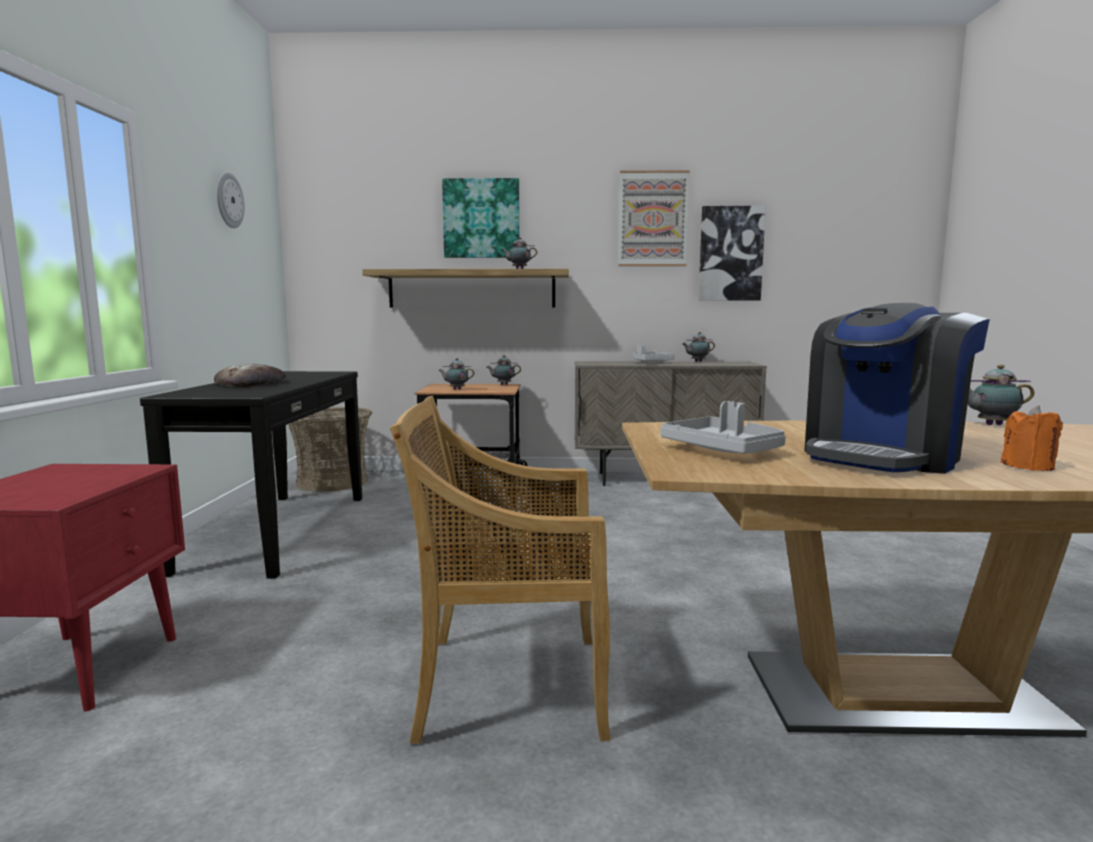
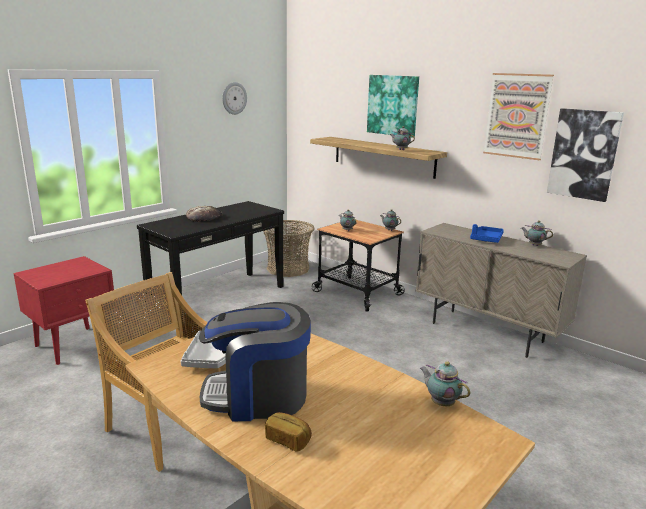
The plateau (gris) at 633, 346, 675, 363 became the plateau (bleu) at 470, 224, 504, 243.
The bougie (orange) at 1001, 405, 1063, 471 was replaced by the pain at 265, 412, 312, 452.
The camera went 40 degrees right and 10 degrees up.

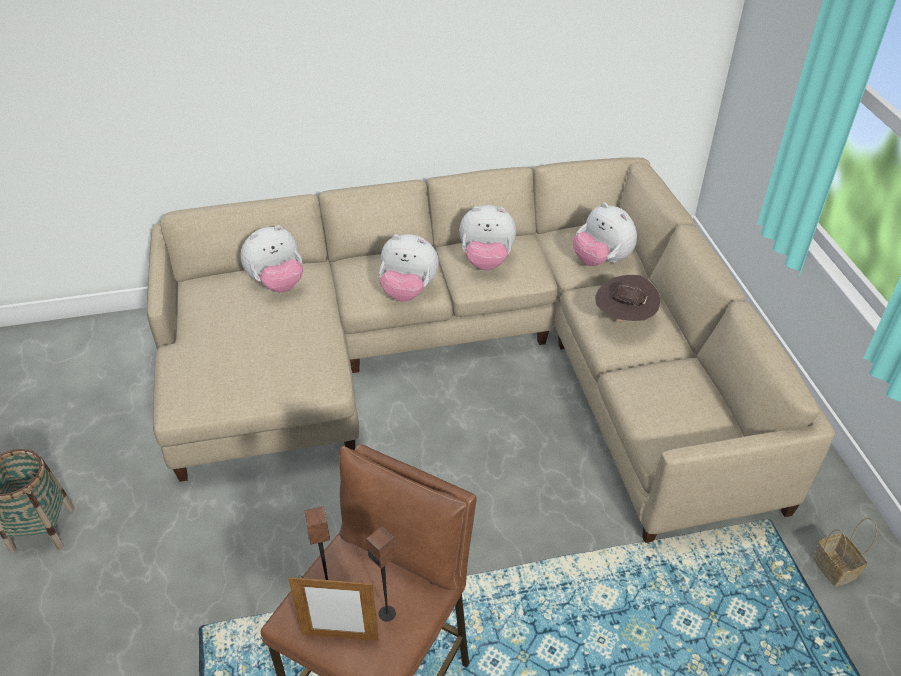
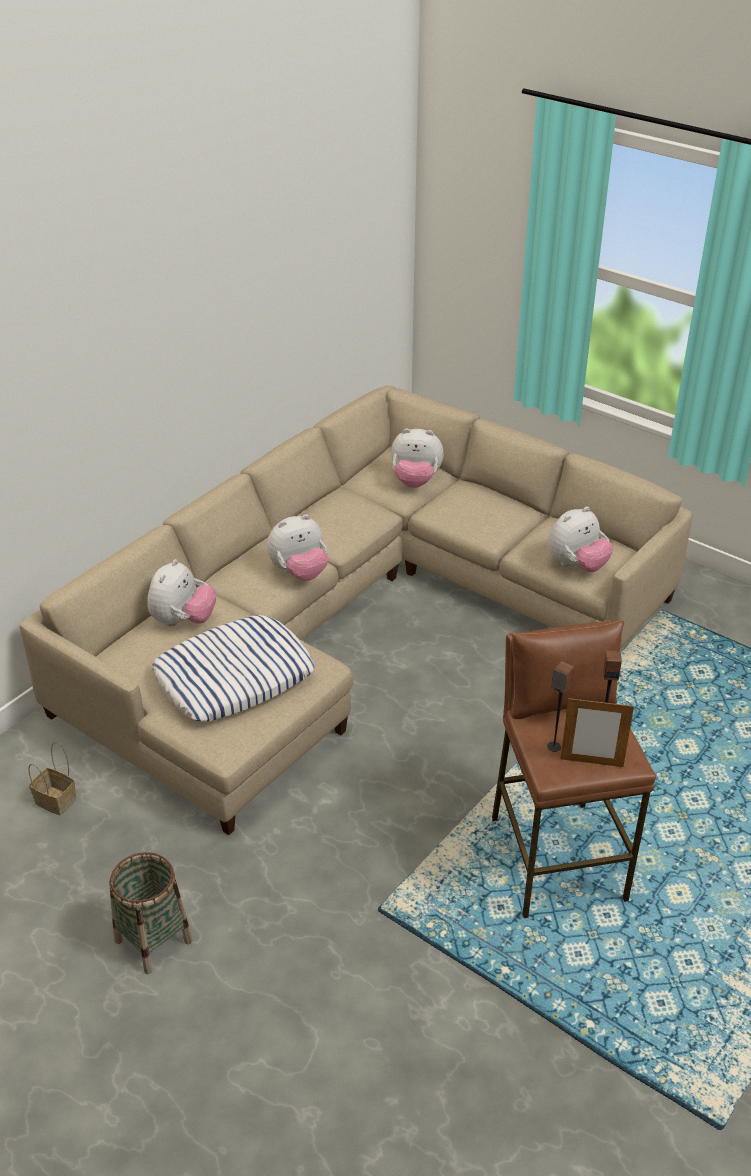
The peluche moved from 459, 205, 516, 270 to 548, 507, 613, 572.
The chapeau (marron) at 595, 275, 660, 322 disappeared.
The panier moved from 813, 518, 877, 587 to 28, 742, 77, 815.
The cadre photo at 288, 576, 379, 641 turned 45 degrees clockwise.
The coussin at 152, 615, 315, 722 appeared.
The camera went 40 degrees left and 5 degrees down.

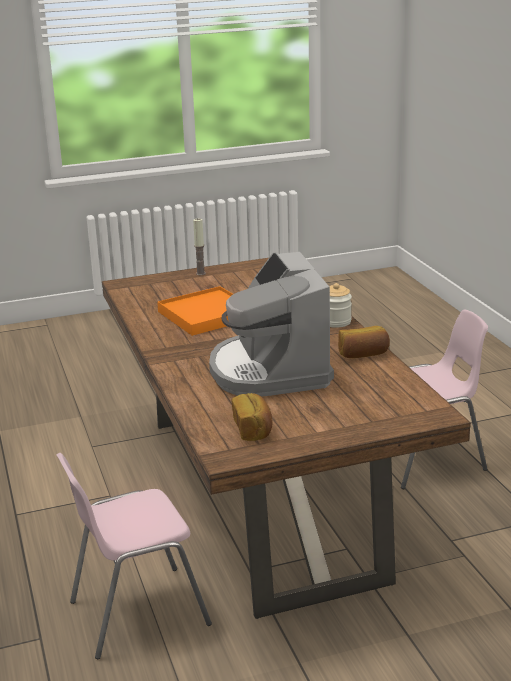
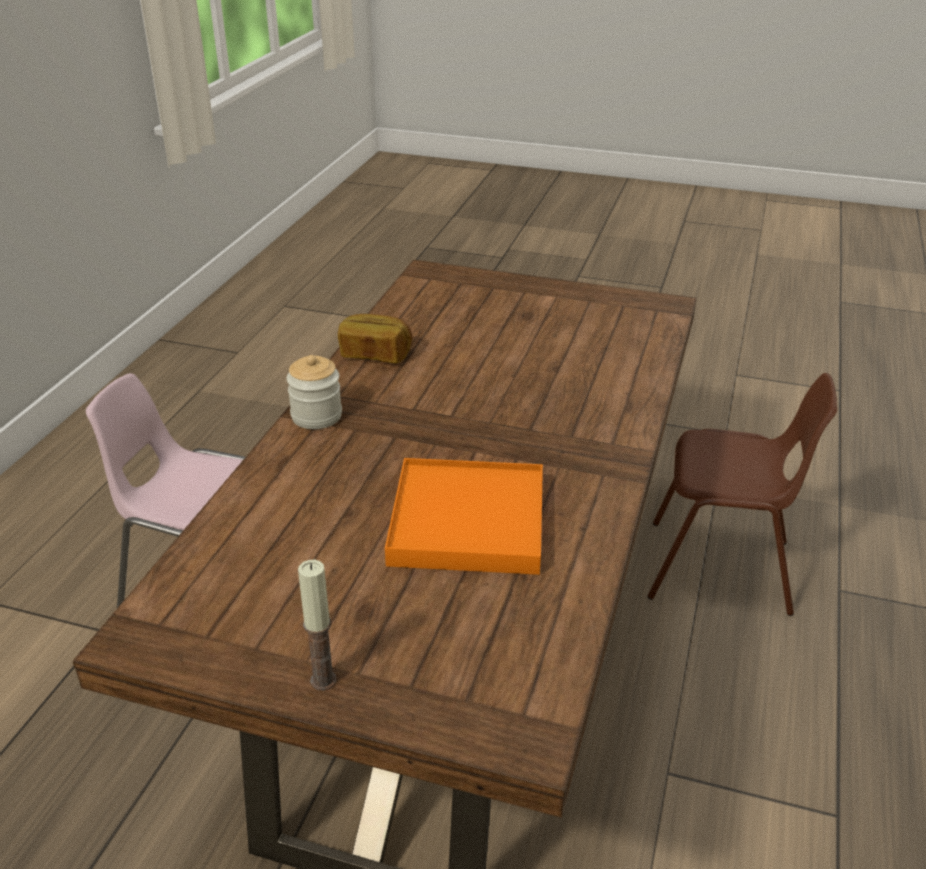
The machine à café at 209, 252, 334, 397 disappeared.
The pain at 232, 393, 273, 441 disappeared.
The chaise (rose) at 56, 453, 212, 659 became the chaise (marron) at 648, 373, 837, 616.
The camera went 145 degrees left and 10 degrees up.

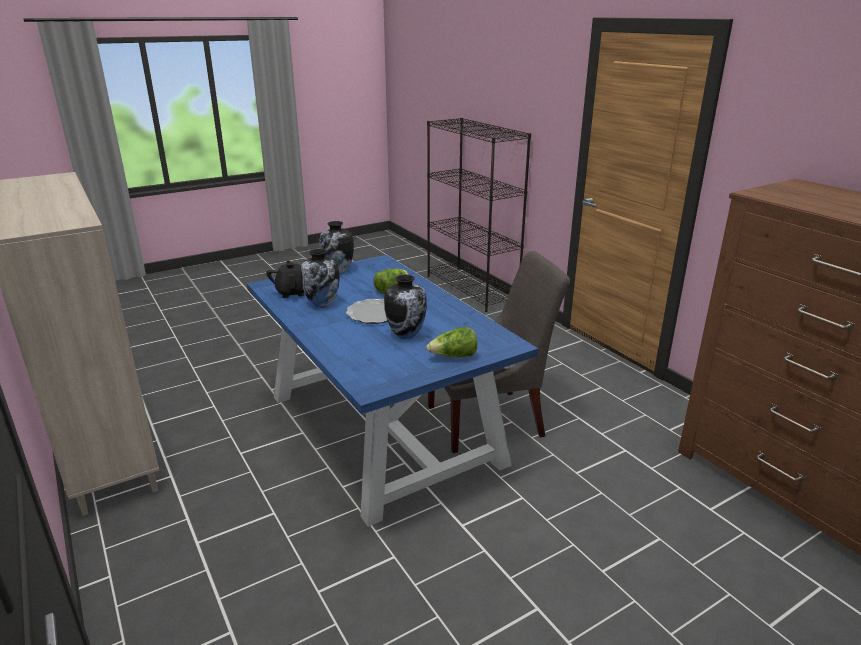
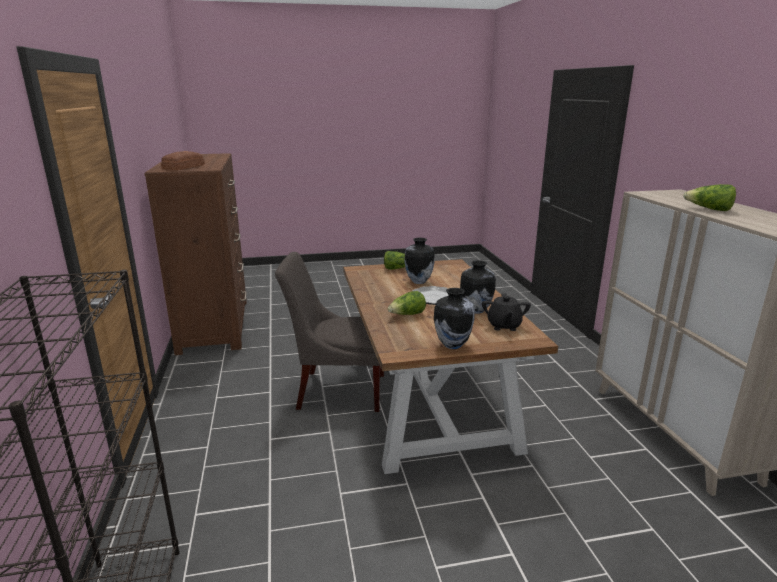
The table à manger (bleu) at 247, 255, 538, 527 became the table à manger (marron) at 343, 259, 558, 474.
The pain at 161, 151, 205, 170 appeared.
The laitue at 683, 184, 736, 211 appeared.
The camera went 160 degrees left and 5 degrees down.

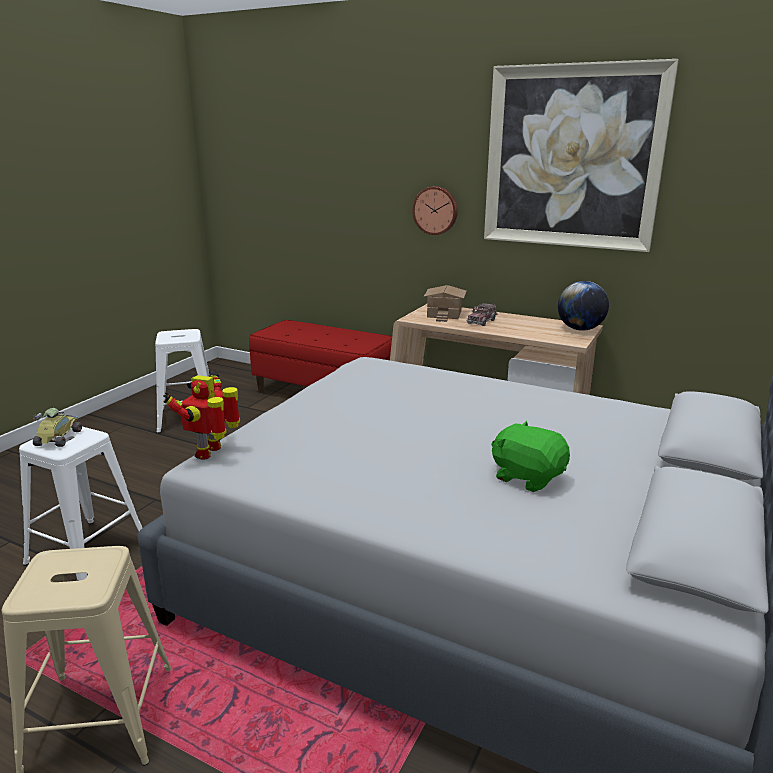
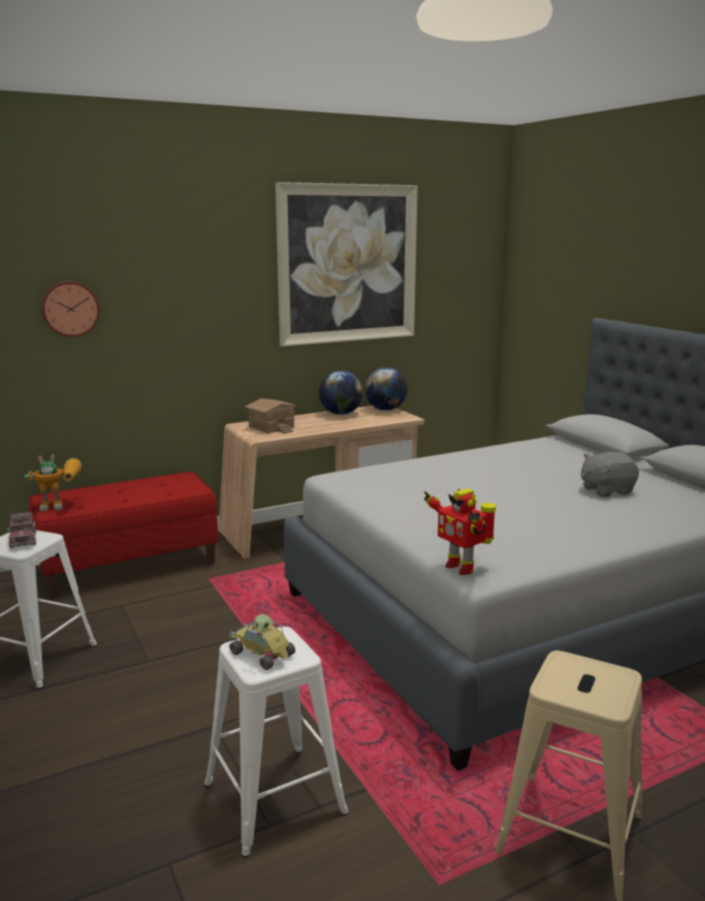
The horloge murale moved from 412, 186, 458, 235 to 41, 281, 100, 337.
The camion jouet moved from 466, 302, 498, 326 to 7, 511, 36, 548.
The peluche (vert) at 491, 421, 570, 492 became the peluche (gris) at 581, 452, 639, 497.
The globe at 319, 370, 363, 415 appeared.
The robot jouet at 24, 455, 82, 512 appeared.
The camera went 55 degrees left and 5 degrees down.

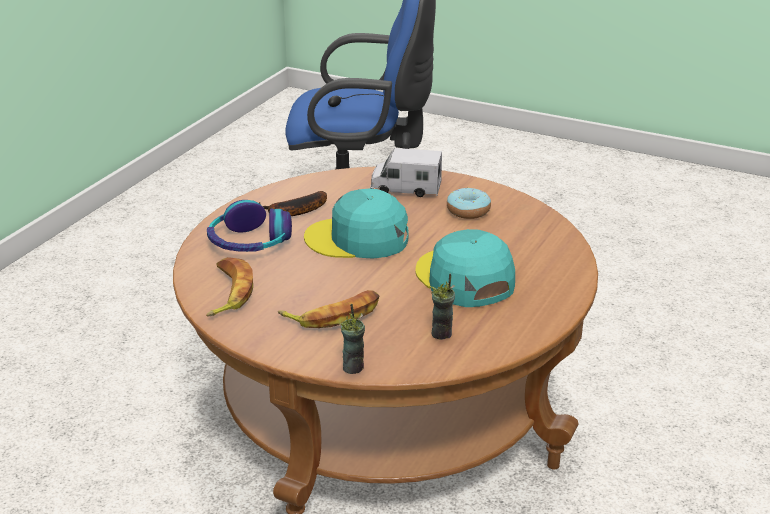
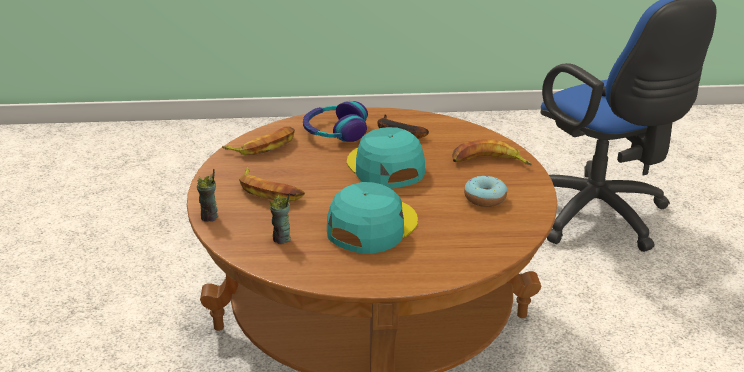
The camion jouet at 370, 148, 442, 197 was replaced by the banane at 452, 139, 531, 165.
The camera went 60 degrees right and 0 degrees up.

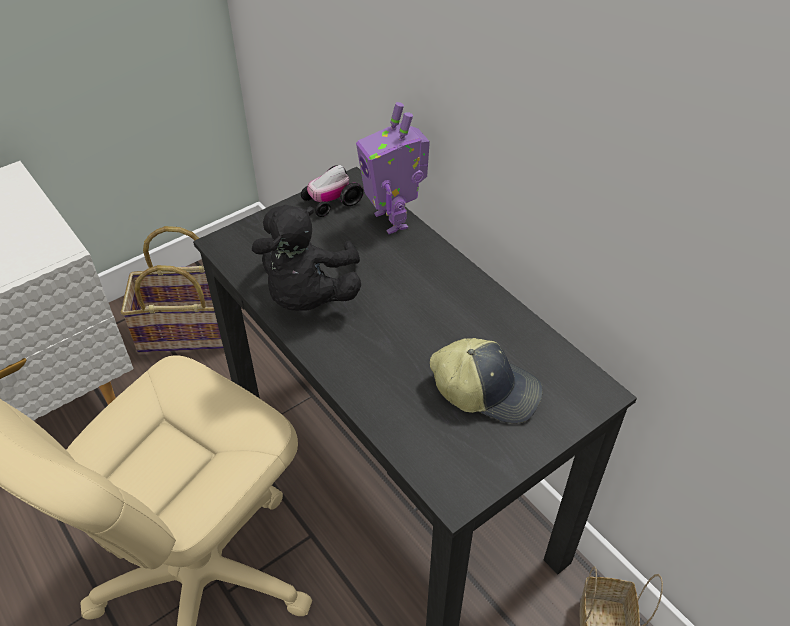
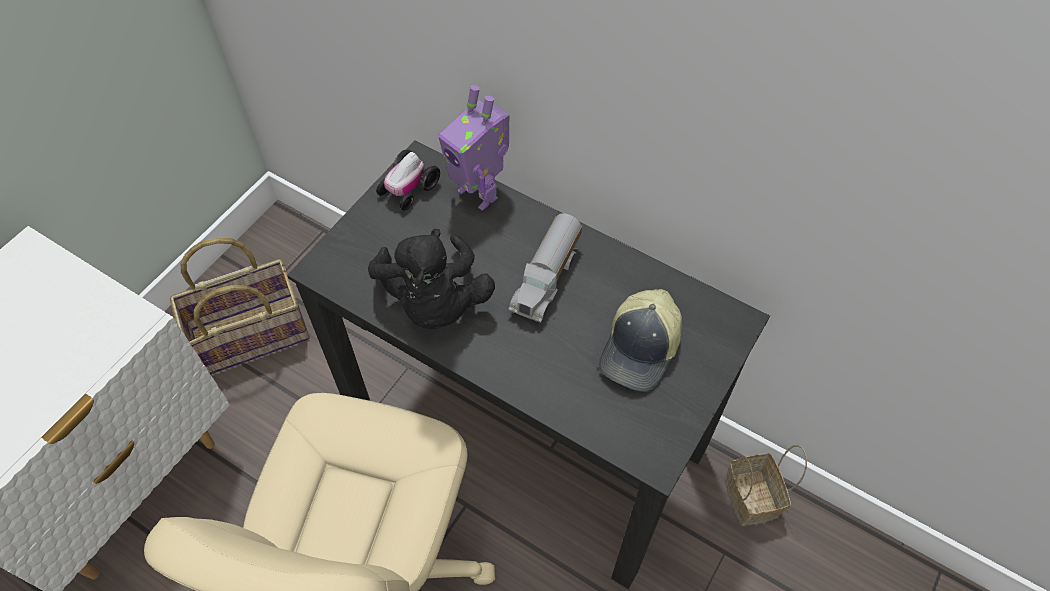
The casquette at 430, 338, 543, 424 turned 120 degrees clockwise.
The camion jouet at 508, 213, 582, 323 appeared.
The camera went 20 degrees left and 10 degrees up.

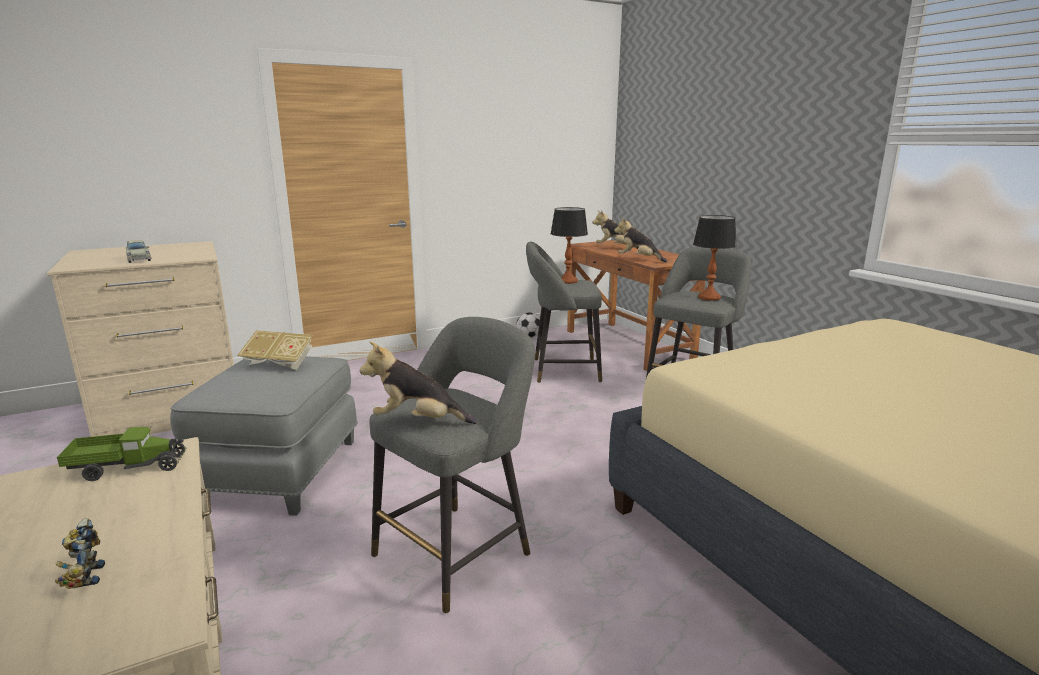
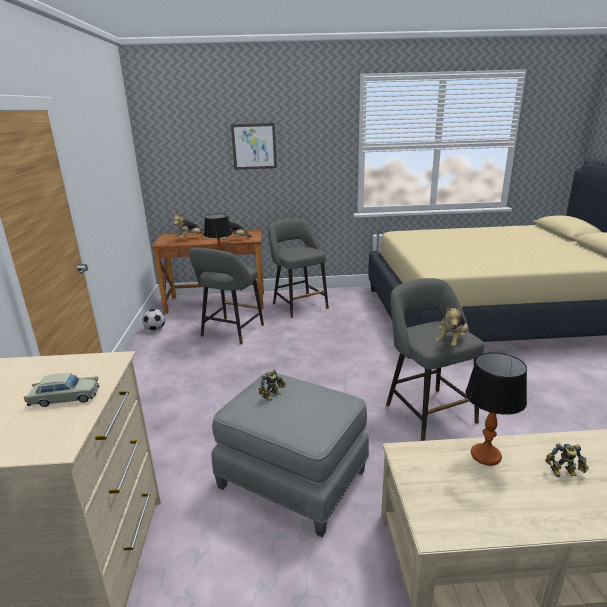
The lampe de table moved from 693, 215, 737, 301 to 465, 352, 527, 466.
The livre at 237, 330, 313, 370 was replaced by the robot jouet at 259, 370, 286, 401.
The camion jouet at 57, 427, 187, 481 disappeared.
The tableau at 231, 123, 277, 170 appeared.
The camera went 65 degrees left and 5 degrees up.

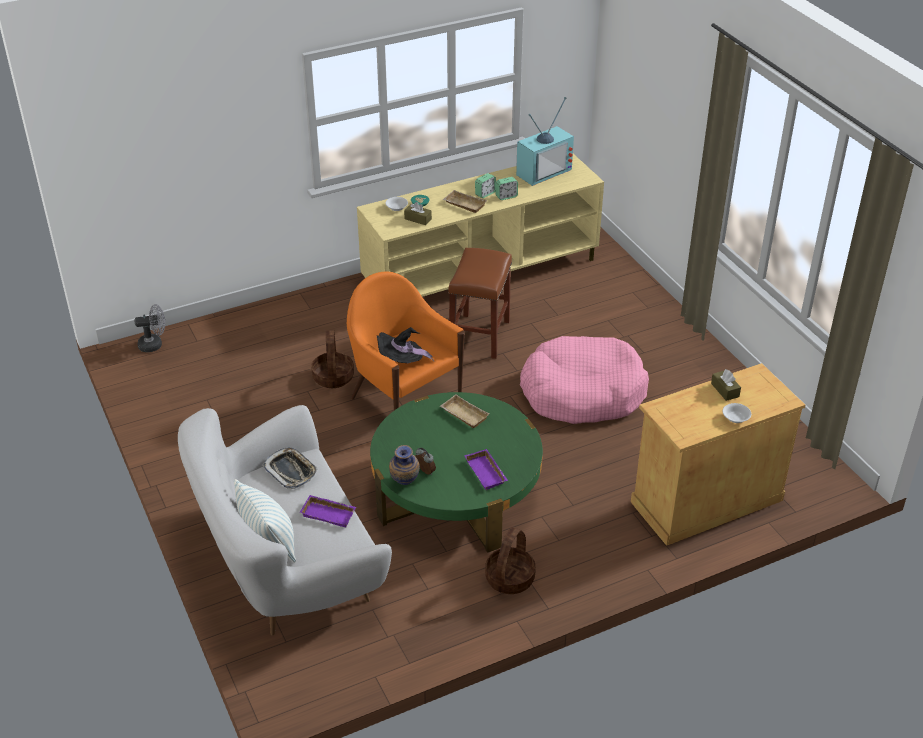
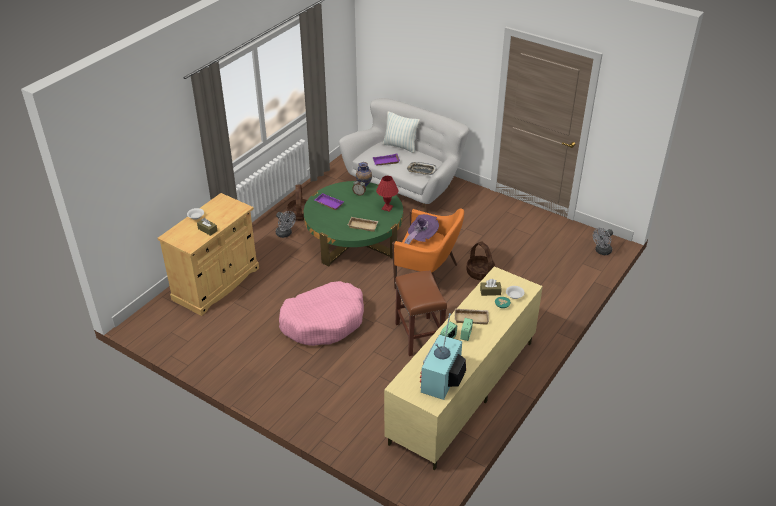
The chapeau (noir) at 377, 327, 434, 363 became the chapeau (violet) at 404, 214, 439, 244.
The lampe de table (rouge) at 376, 176, 399, 212 appeared.
The ventilateur (gris) at 276, 211, 296, 238 appeared.
The camera went 150 degrees right and 0 degrees up.

